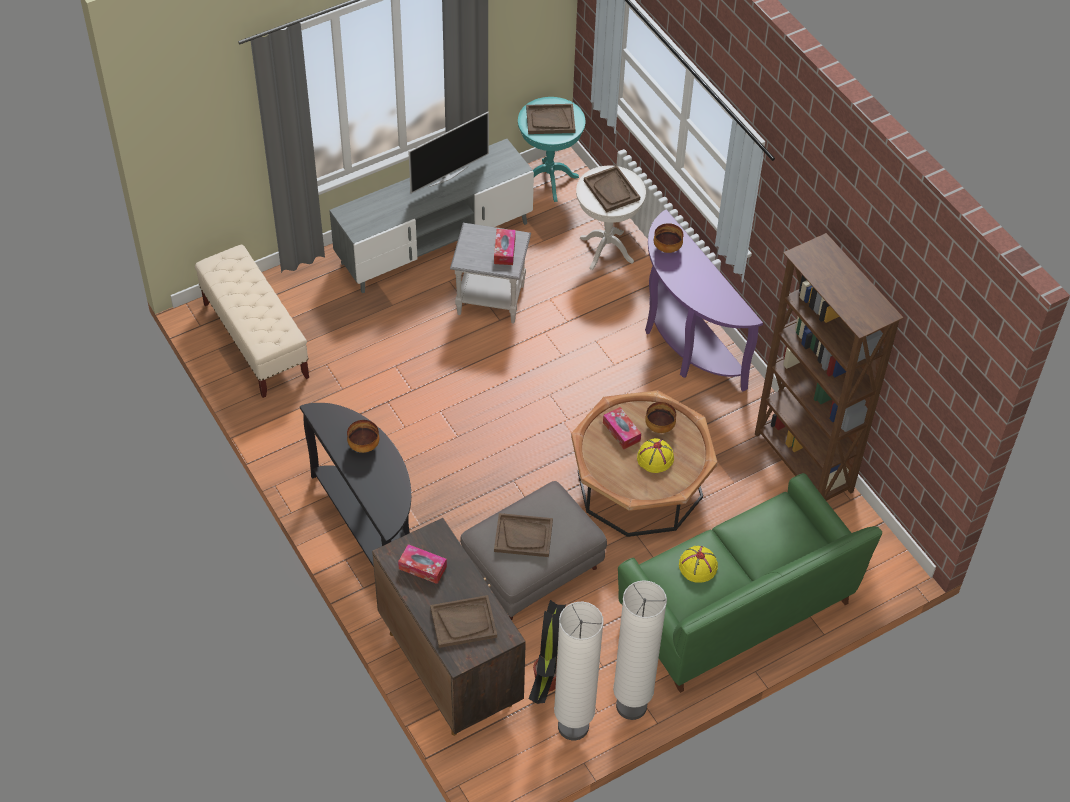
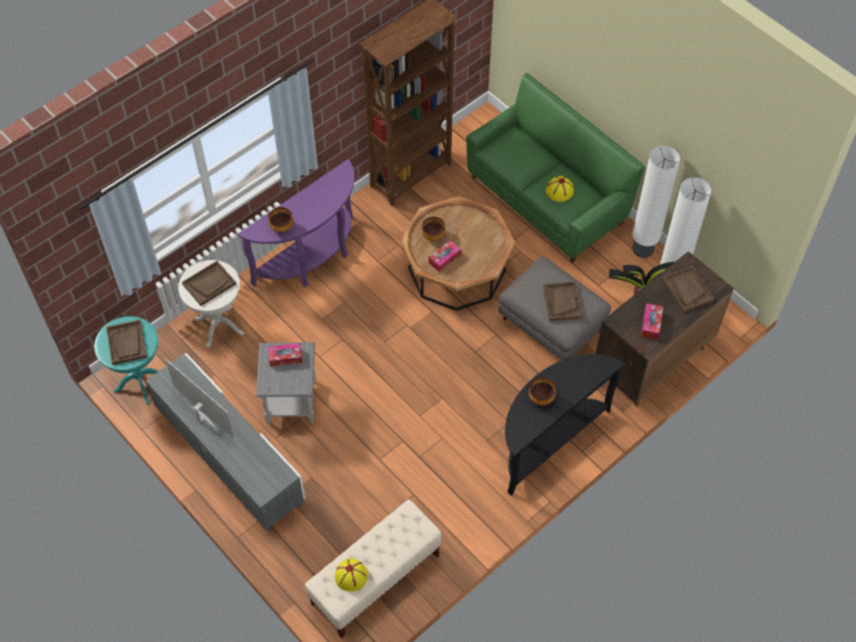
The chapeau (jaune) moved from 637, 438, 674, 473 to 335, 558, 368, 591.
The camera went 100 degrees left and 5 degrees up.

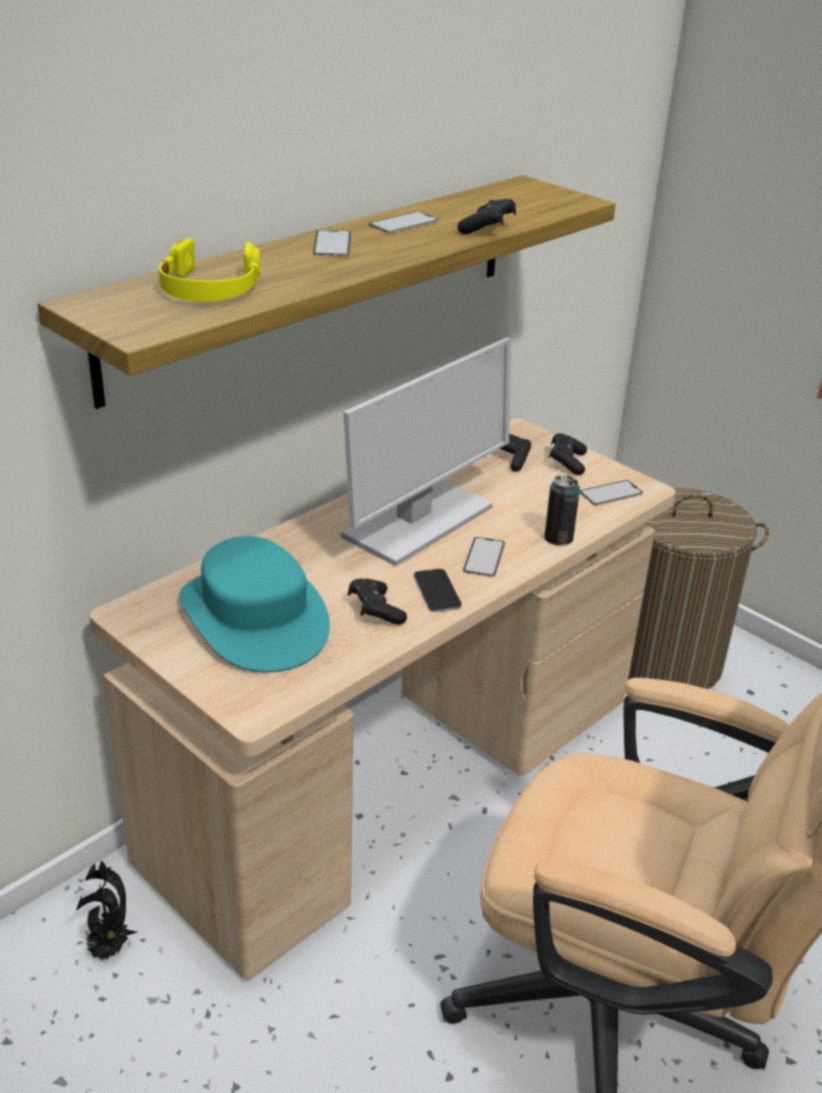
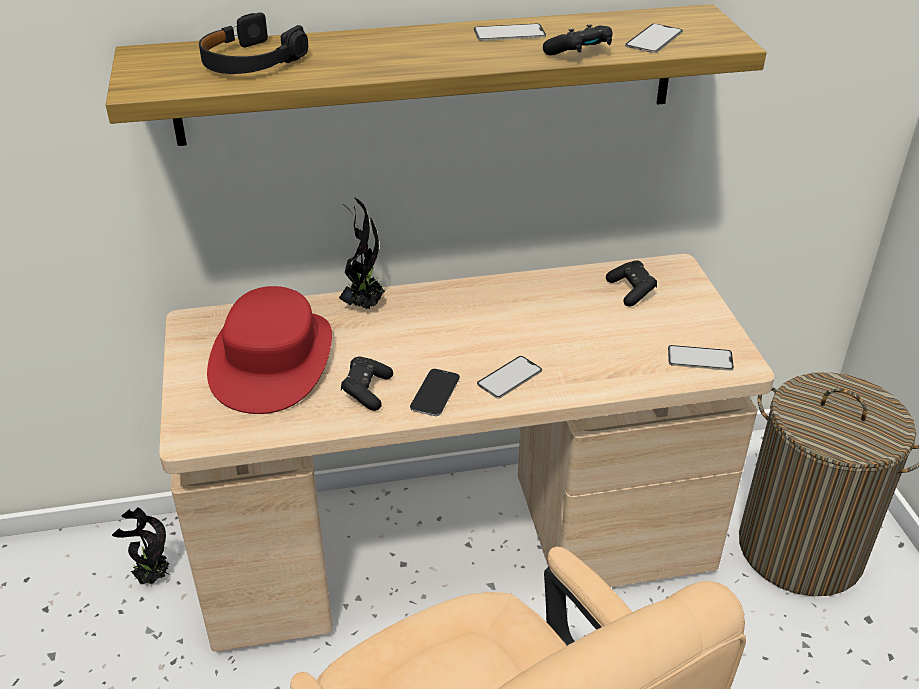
The téléphone moved from 313, 230, 351, 257 to 625, 23, 683, 53.
The casque audio (jaune) at 159, 238, 260, 302 became the casque audio (noir) at 199, 12, 308, 74.
The écran d'ordinateur at 341, 337, 511, 566 disappeared.
The manette (noir) at 549, 433, 587, 475 disappeared.
The boîte métallique at 545, 475, 580, 545 disappeared.
The chapeau (turquoise) at 179, 536, 330, 672 became the chapeau (rouge) at 207, 286, 332, 414.
The plante en pot at 339, 197, 385, 309 appeared.
The camera went 35 degrees right and 5 degrees up.

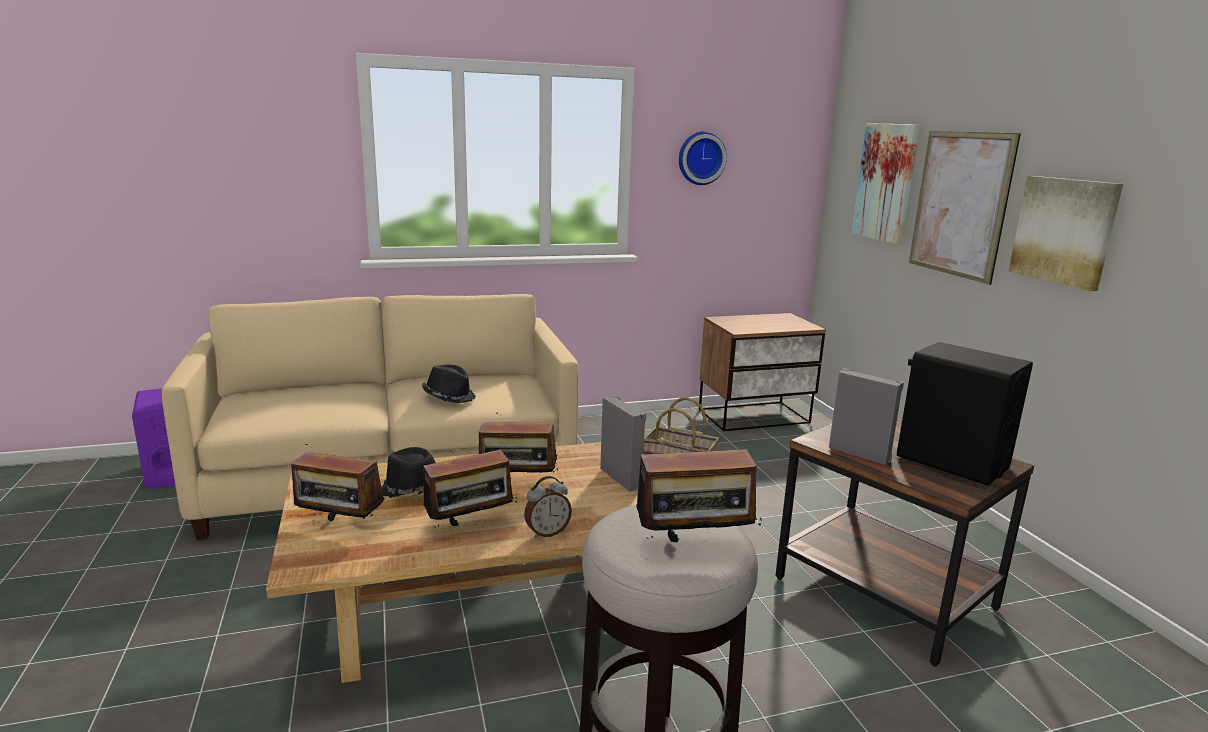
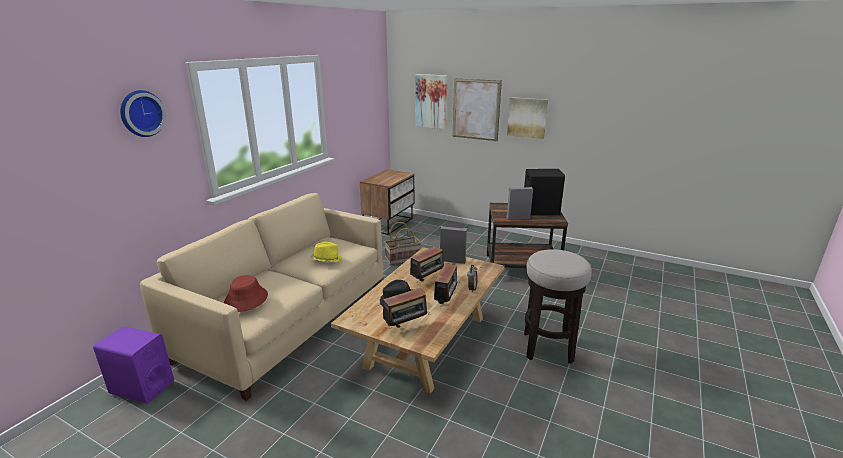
The horloge murale moved from 679, 131, 727, 185 to 120, 90, 166, 137.
The chapeau (noir) at 422, 365, 476, 403 became the chapeau (jaune) at 310, 242, 342, 262.
The radio at 636, 440, 763, 542 disappeared.
The chapeau (rouge) at 224, 275, 268, 312 appeared.
The camera went 45 degrees left and 5 degrees up.

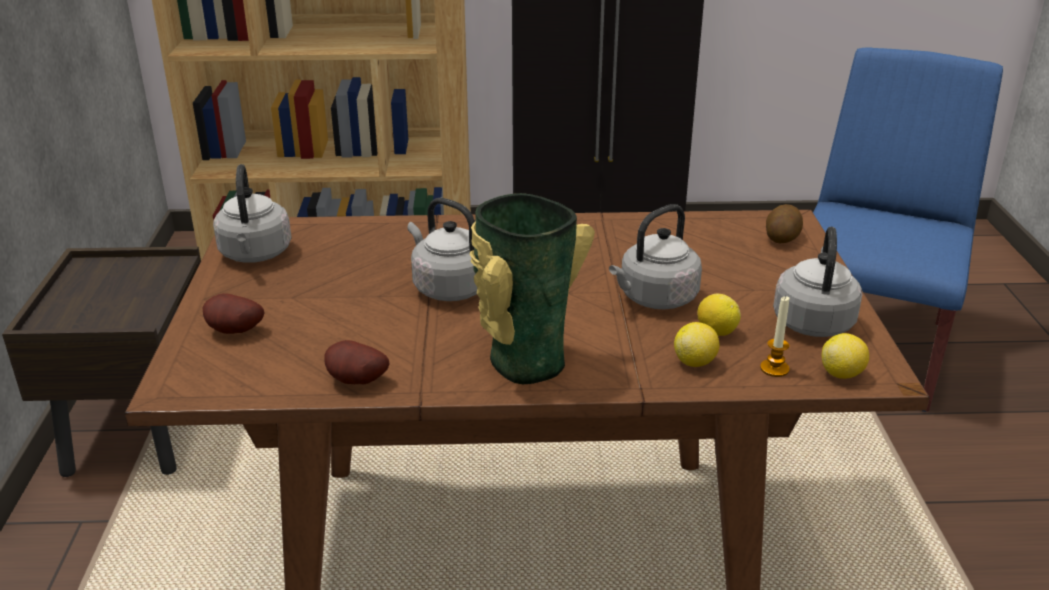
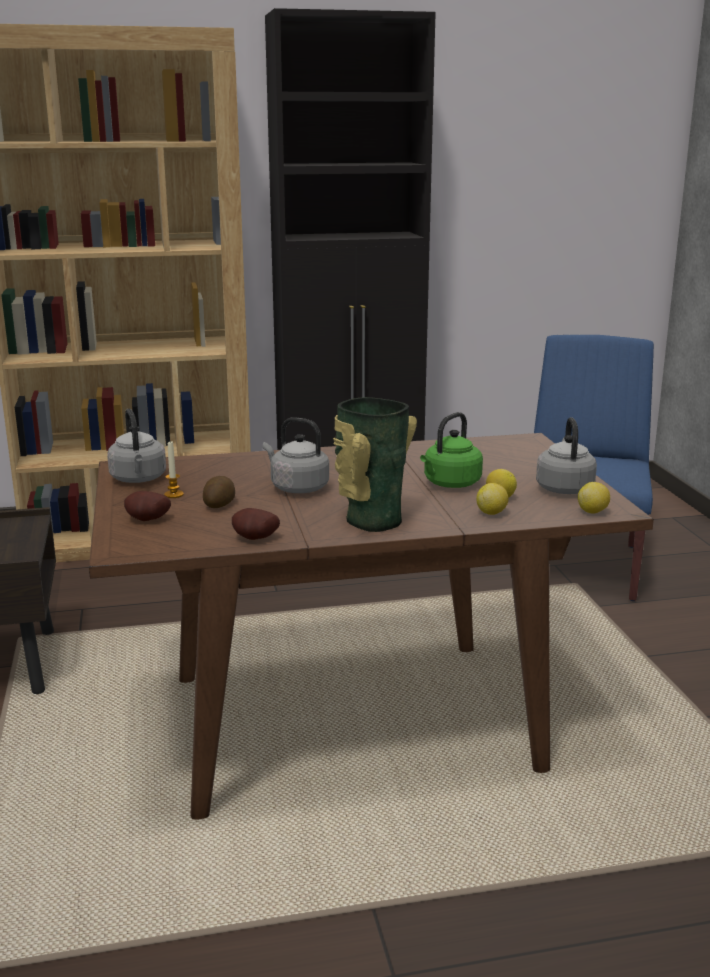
The bouilloire (gris) at 609, 204, 702, 309 became the bouilloire (vert) at 420, 412, 483, 488.
The pomme de terre moved from 766, 204, 803, 243 to 203, 476, 235, 508.
The bougie moved from 760, 296, 790, 377 to 164, 441, 184, 498.
The camera went 10 degrees left and 10 degrees down.

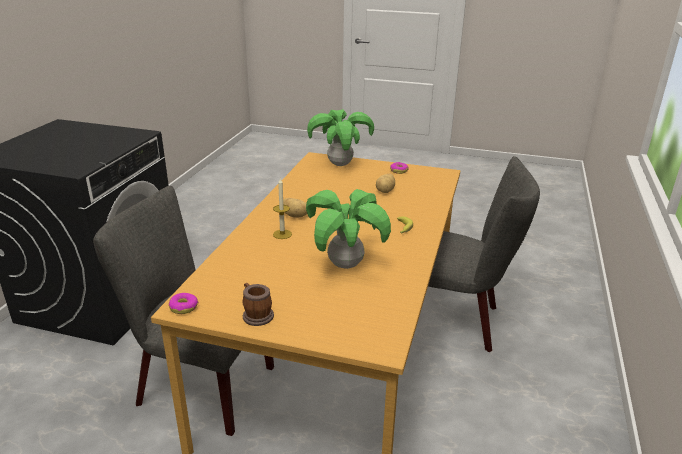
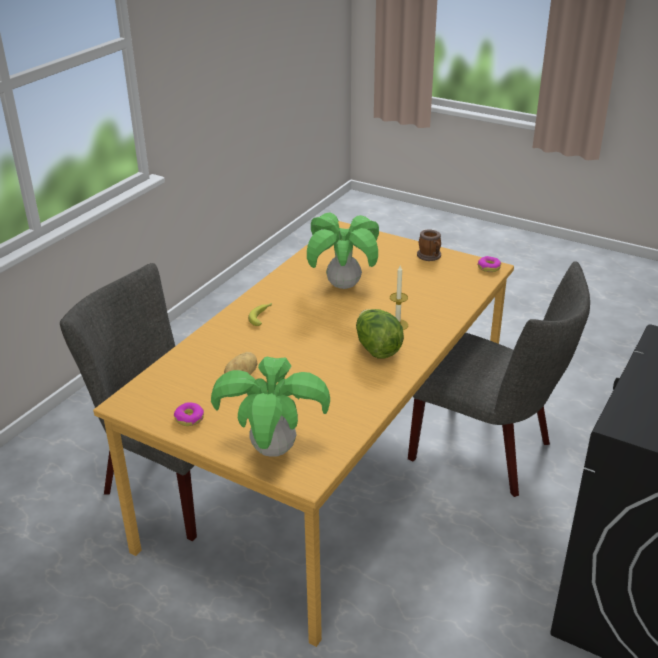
The pomme de terre at 283, 198, 307, 218 was replaced by the laitue at 356, 309, 404, 358.
The camera went 165 degrees left and 5 degrees up.

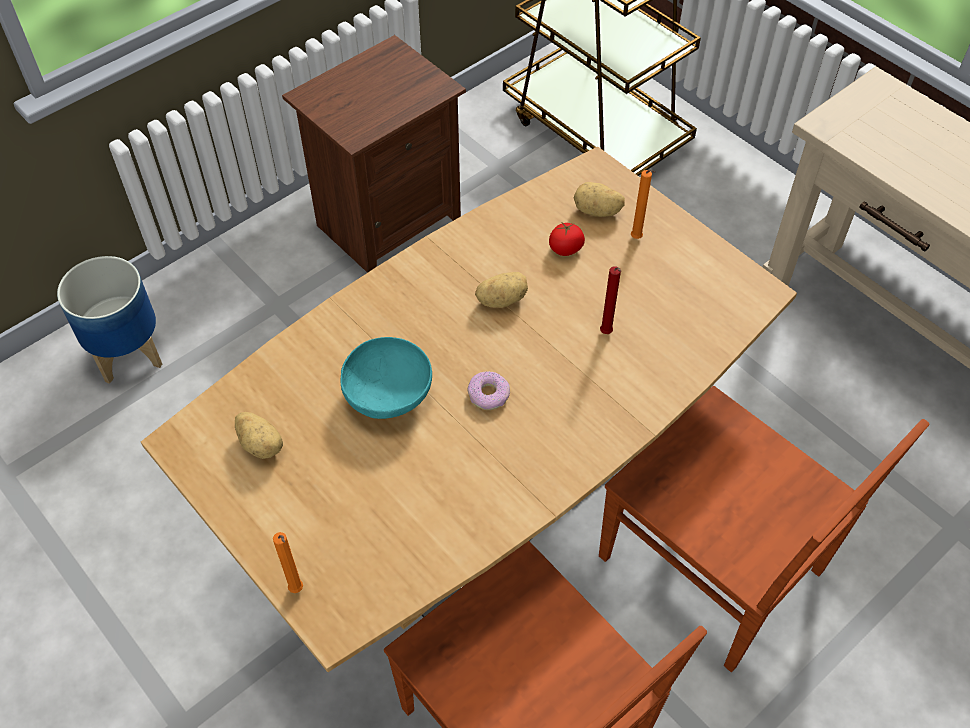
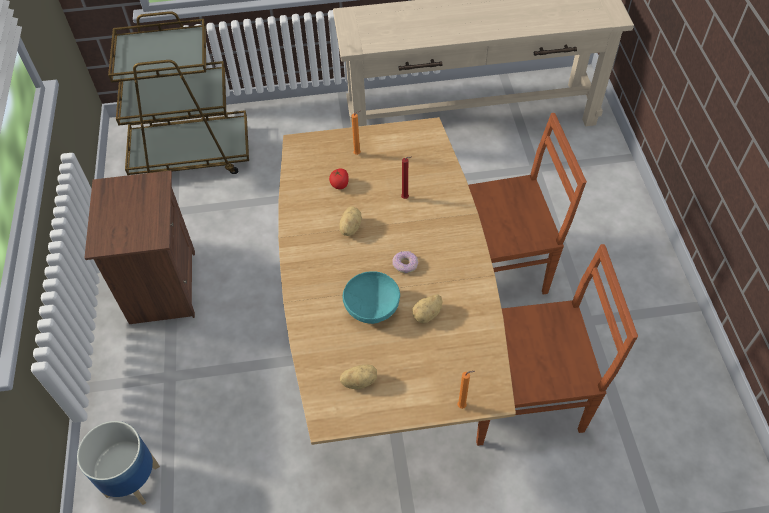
The pomme de terre moved from 574, 182, 625, 217 to 412, 294, 443, 323.
The camera went 55 degrees left and 0 degrees up.

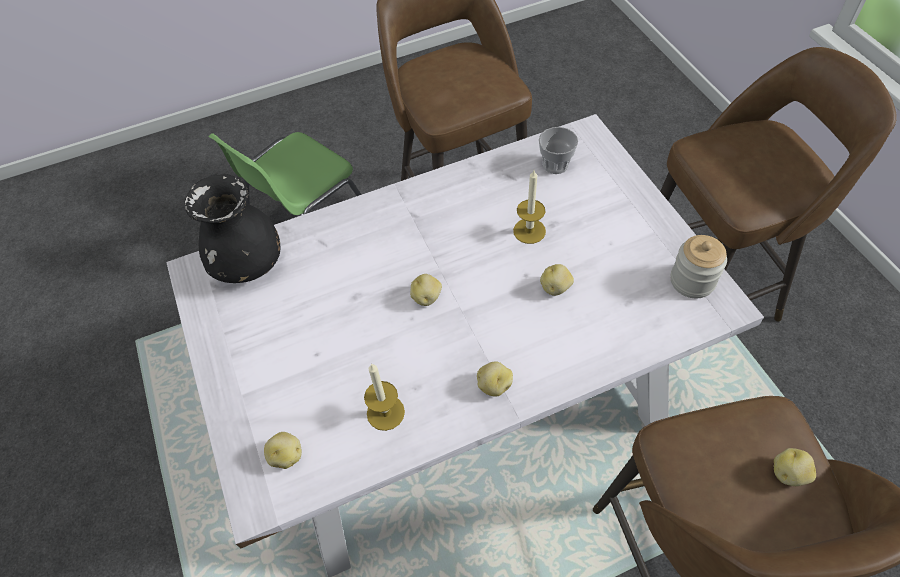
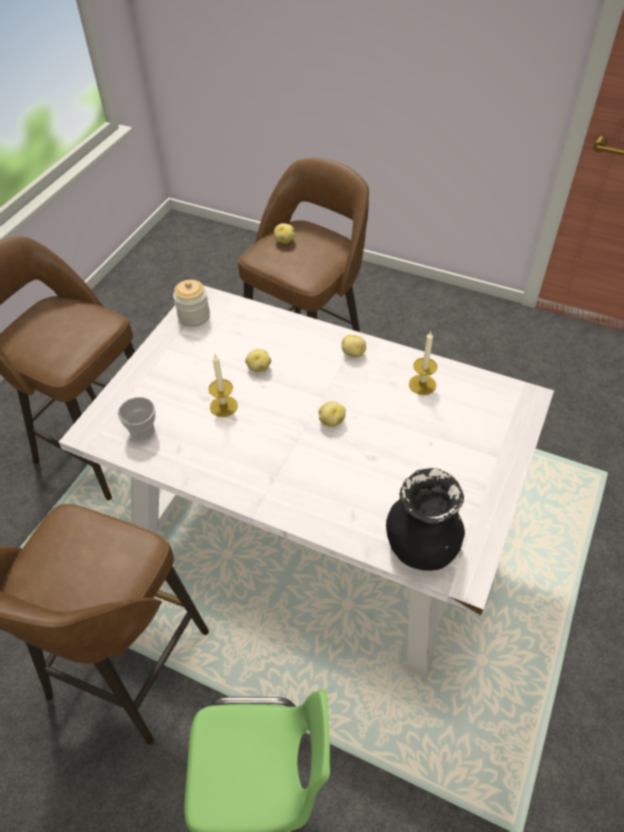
The pomme de terre at 264, 432, 302, 469 disappeared.
The camera went 135 degrees left and 5 degrees down.

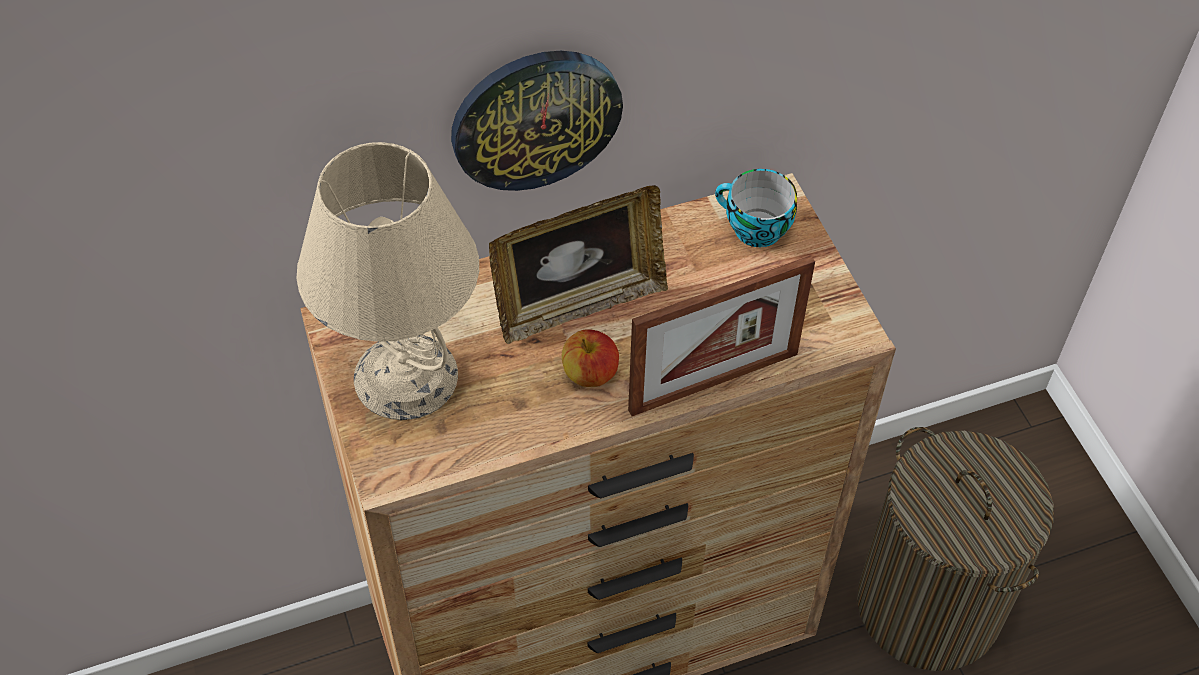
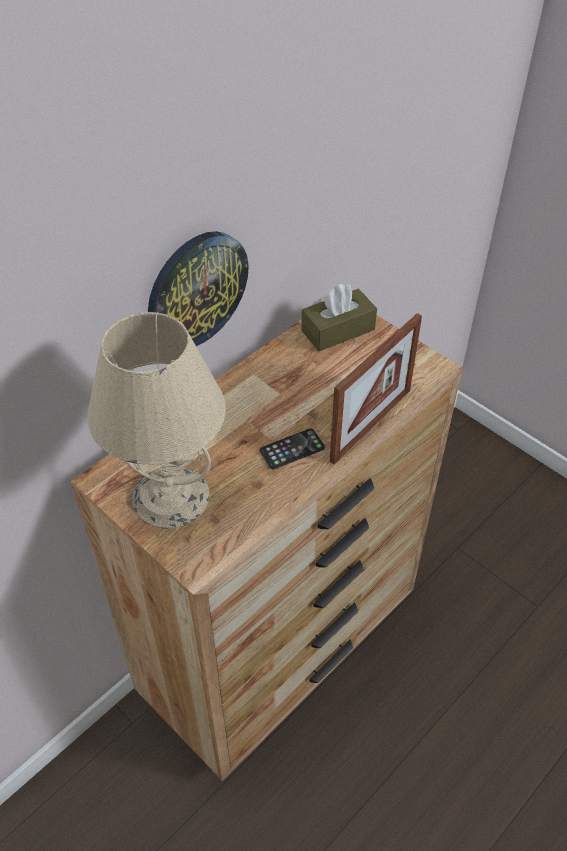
The tasse at 715, 169, 797, 247 was replaced by the boîte à mouchoirs (marron) at 301, 284, 377, 351.
The cadre photo at 489, 185, 668, 344 disappeared.
The pomme at 562, 329, 619, 387 was replaced by the téléphone at 260, 429, 325, 469.
The panier à linge at 857, 427, 1054, 671 disappeared.
The camera went 25 degrees left and 5 degrees down.

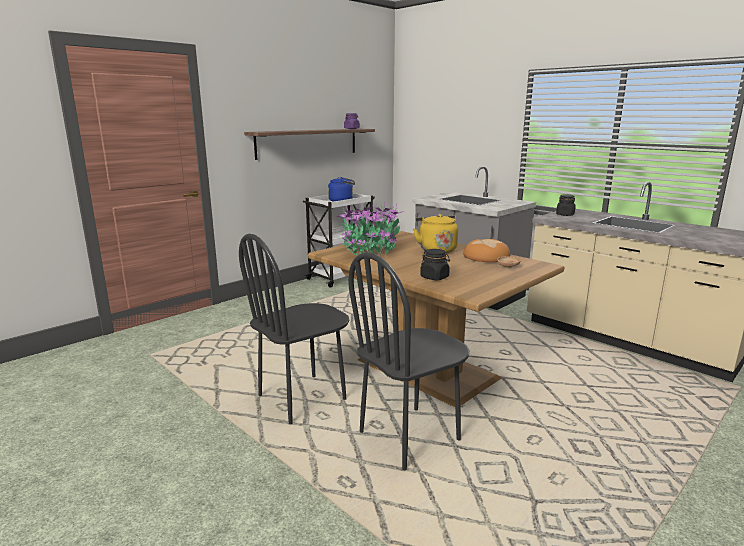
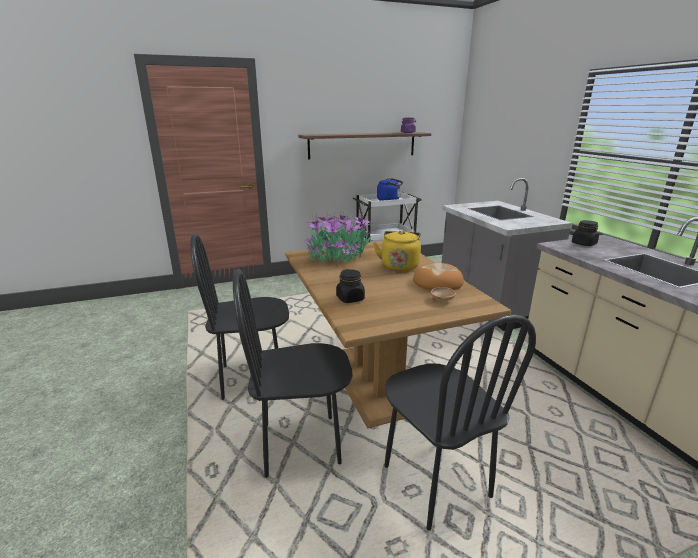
The chaise (noir) at 384, 314, 536, 531 appeared.
The camera went 25 degrees right and 5 degrees up.

